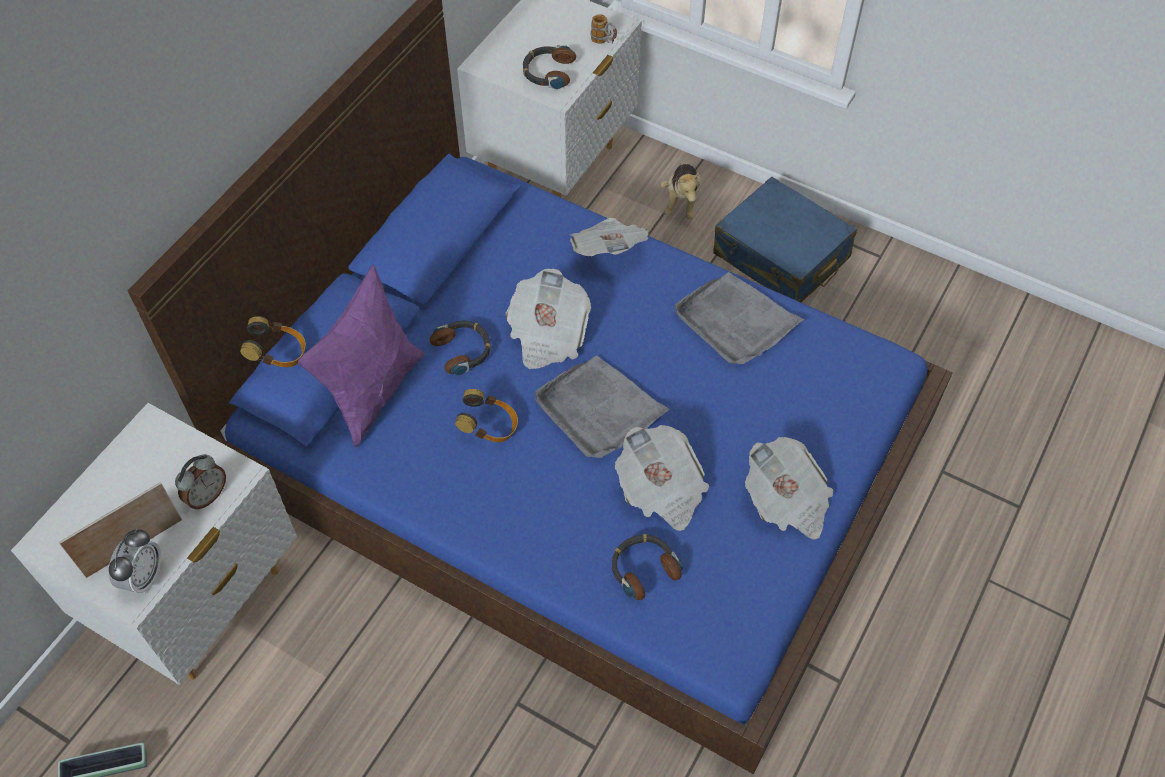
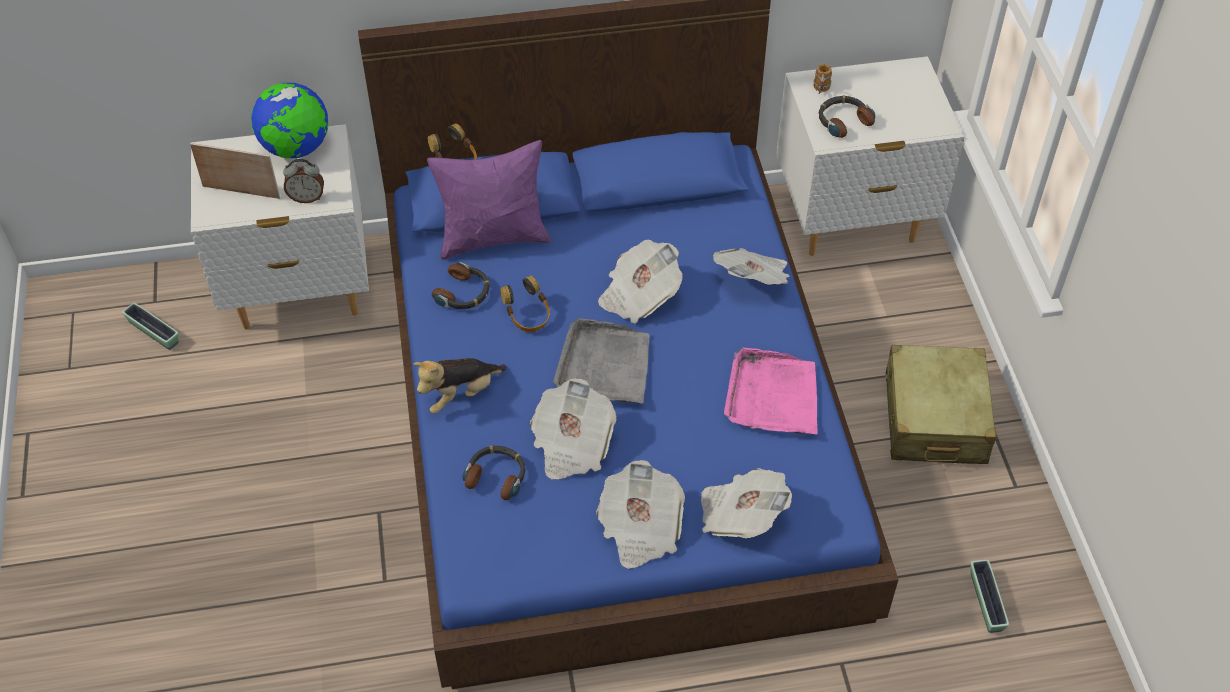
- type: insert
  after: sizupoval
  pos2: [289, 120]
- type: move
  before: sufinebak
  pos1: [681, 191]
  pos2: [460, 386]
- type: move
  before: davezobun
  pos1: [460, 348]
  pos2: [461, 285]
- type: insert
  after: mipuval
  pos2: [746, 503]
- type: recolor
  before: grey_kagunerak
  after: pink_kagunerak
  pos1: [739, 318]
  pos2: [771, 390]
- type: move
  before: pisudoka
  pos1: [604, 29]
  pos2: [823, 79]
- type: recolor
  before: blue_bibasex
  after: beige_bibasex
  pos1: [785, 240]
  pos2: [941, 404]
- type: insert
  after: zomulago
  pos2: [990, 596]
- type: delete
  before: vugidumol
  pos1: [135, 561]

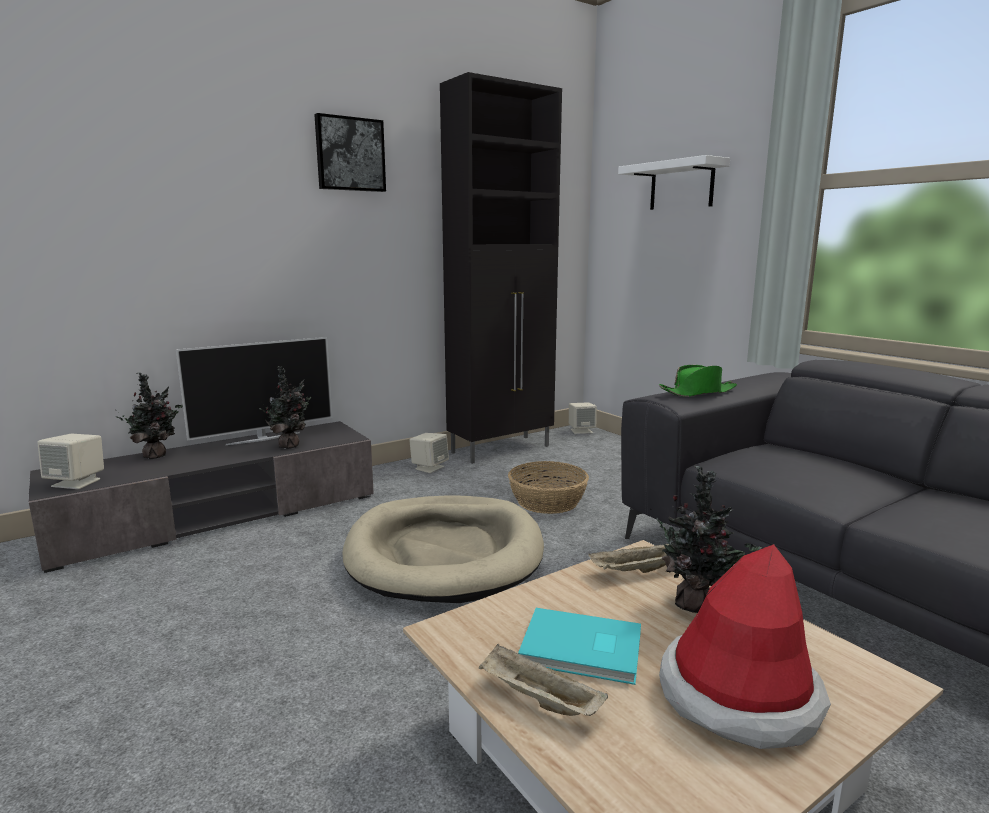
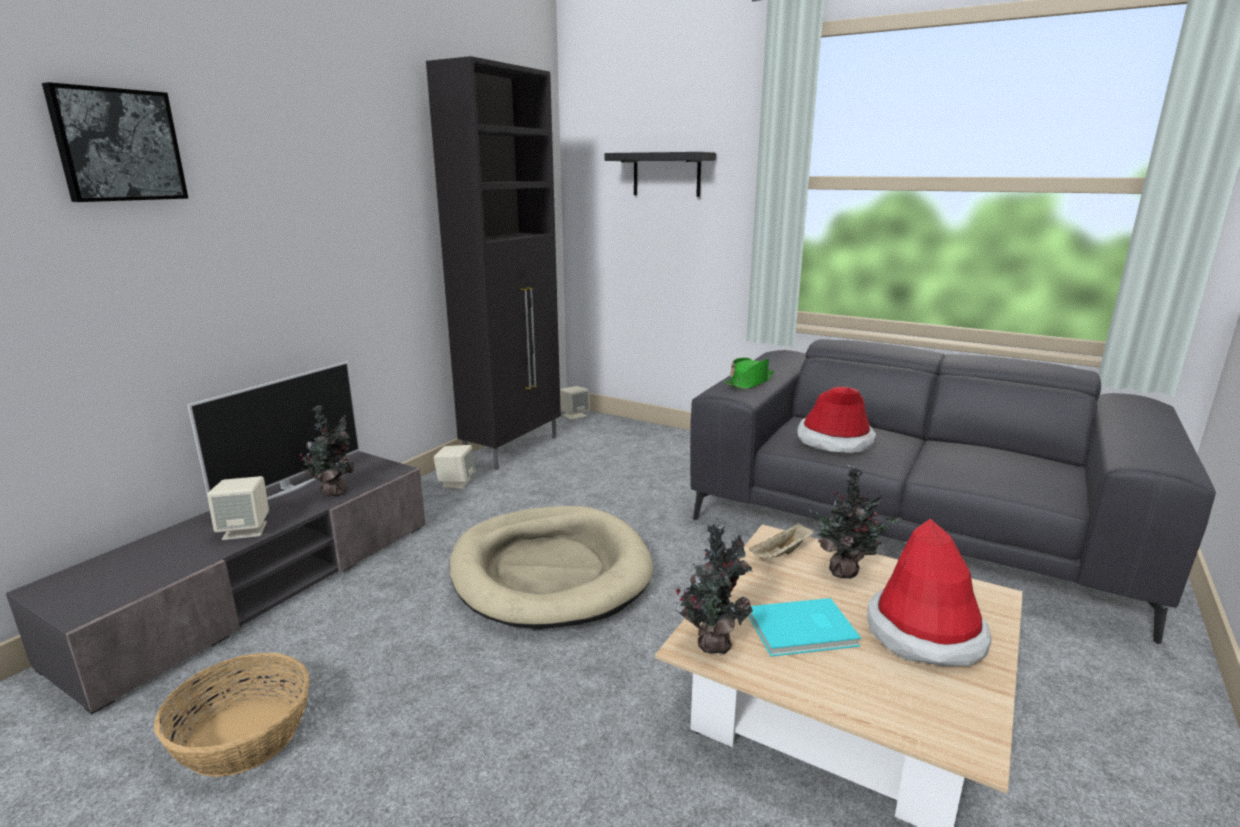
- type: move
  before: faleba
  pos1: [350, 152]
  pos2: [115, 142]
- type: move
  before: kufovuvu
  pos1: [548, 487]
  pos2: [231, 715]
- type: move
  before: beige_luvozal
  pos1: [70, 461]
  pos2: [238, 508]
- type: recolor
  before: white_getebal
  after: black_getebal
  pos1: [674, 182]
  pos2: [660, 174]
- type: move
  before: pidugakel
  pos1: [149, 416]
  pos2: [714, 588]
- type: insert
  after: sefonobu
  pos2: [836, 420]
- type: delete
  before: beige_kagunerak
  pos1: [543, 680]

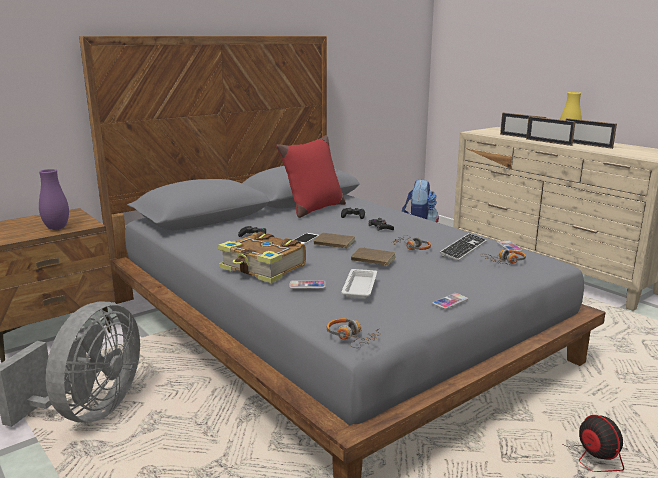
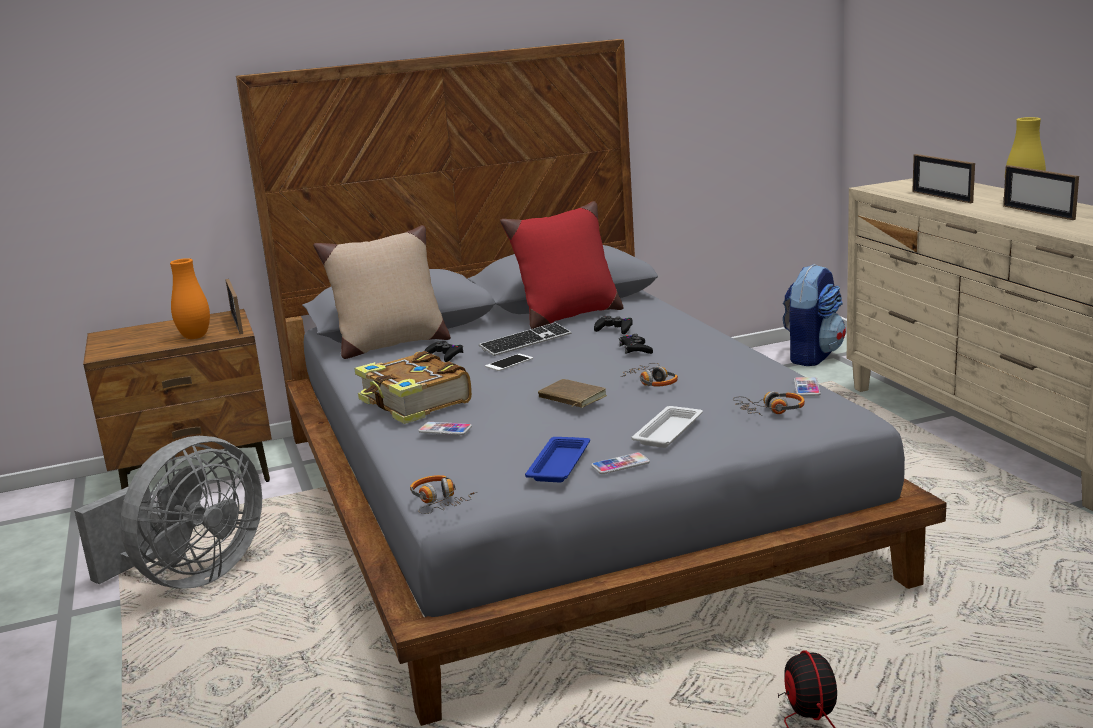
- type: recolor
  before: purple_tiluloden
  after: orange_tiluloden
  pos1: [54, 199]
  pos2: [190, 298]
- type: move
  before: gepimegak
  pos1: [551, 131]
  pos2: [234, 307]
- type: insert
  after: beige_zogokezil
  pos2: [382, 292]
- type: move
  before: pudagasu
  pos1: [463, 247]
  pos2: [525, 339]
- type: insert
  after: blue_kagunerak
  pos2: [557, 460]
- type: move
  before: white_kagunerak
  pos1: [359, 284]
  pos2: [667, 427]
- type: delete
  before: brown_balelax
  pos1: [334, 240]

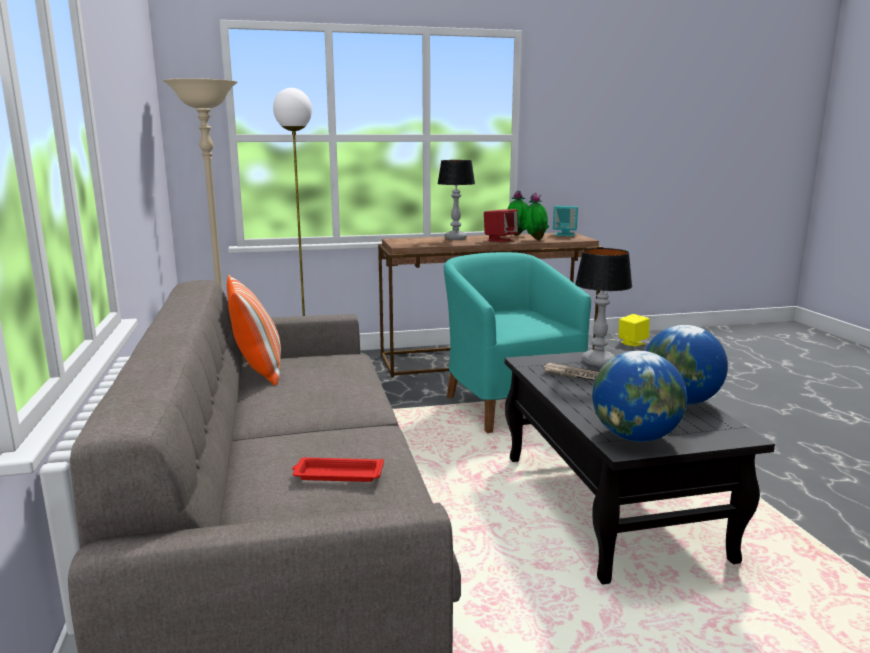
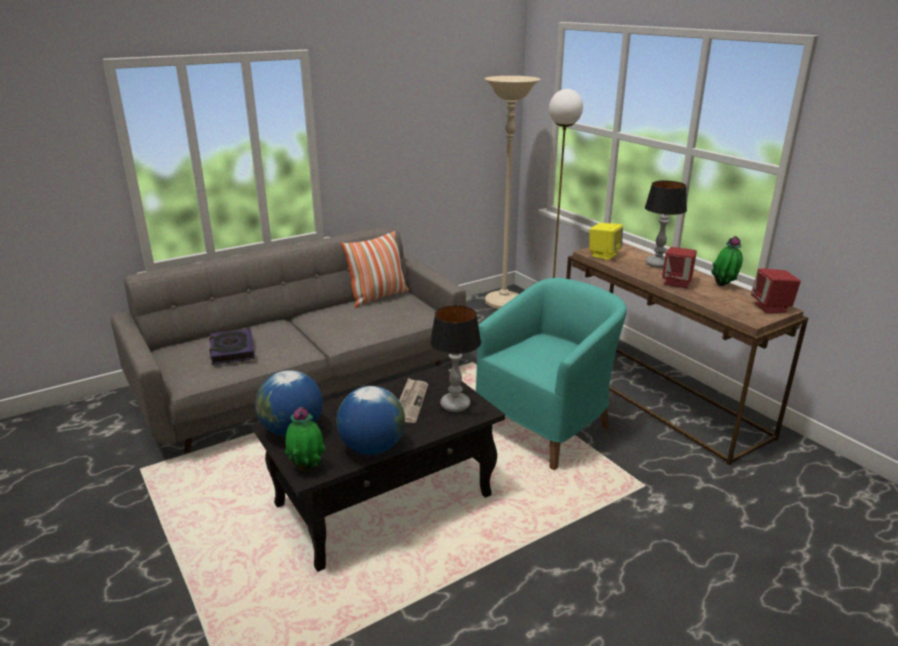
- type: replace
  before: red_kagunerak
  after: balelax
  pos1: [338, 469]
  pos2: [232, 346]
- type: move
  before: pidugakel
  pos1: [536, 216]
  pos2: [305, 439]
- type: move
  before: yellow_luvozal
  pos1: [634, 330]
  pos2: [606, 241]
- type: recolor
  before: turquoise_luvozal
  after: red_luvozal
  pos1: [565, 221]
  pos2: [776, 290]

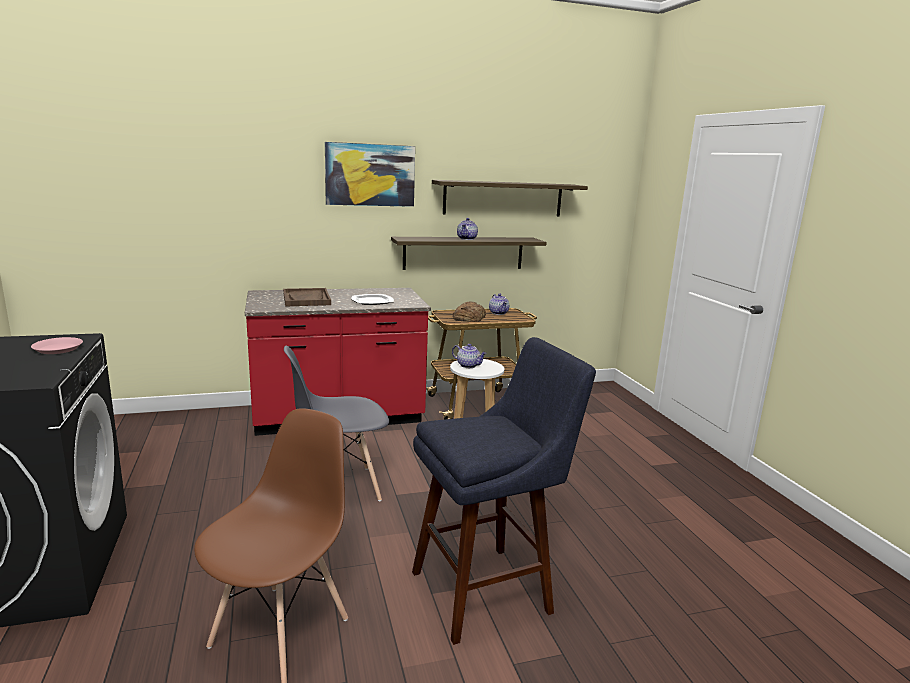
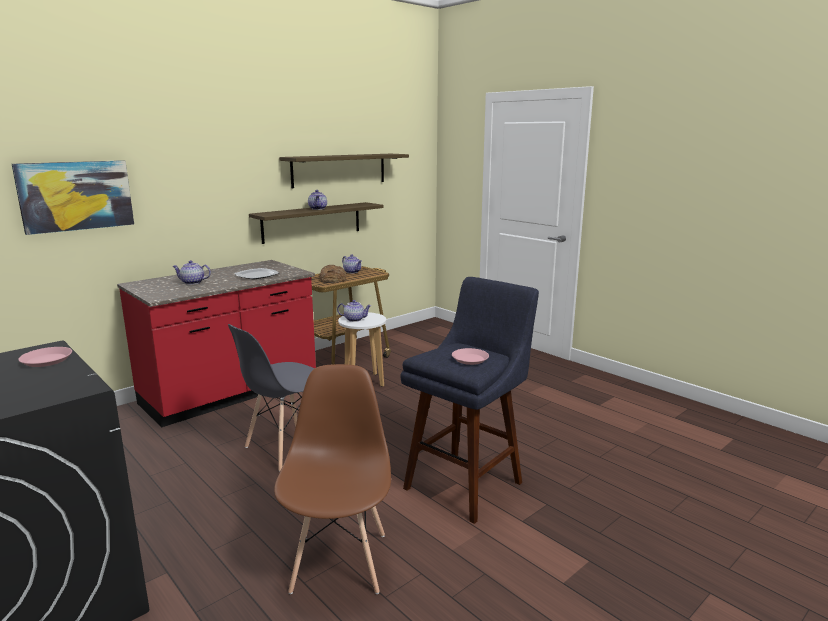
- type: move
  before: faleba
  pos1: [370, 174]
  pos2: [73, 197]
- type: replace
  before: brown_kagunerak
  after: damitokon
  pos1: [307, 297]
  pos2: [191, 272]
- type: insert
  after: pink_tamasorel
  pos2: [470, 356]

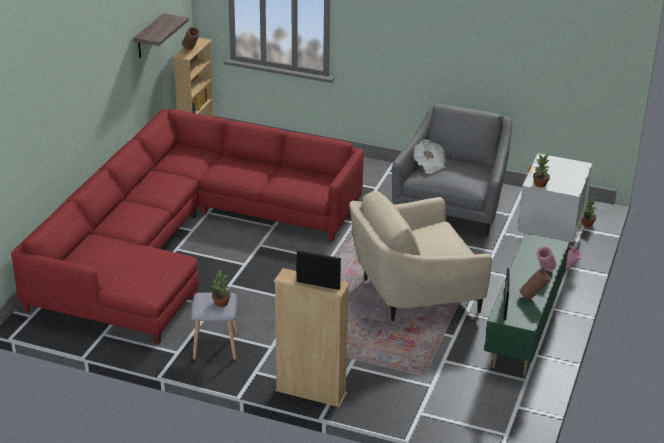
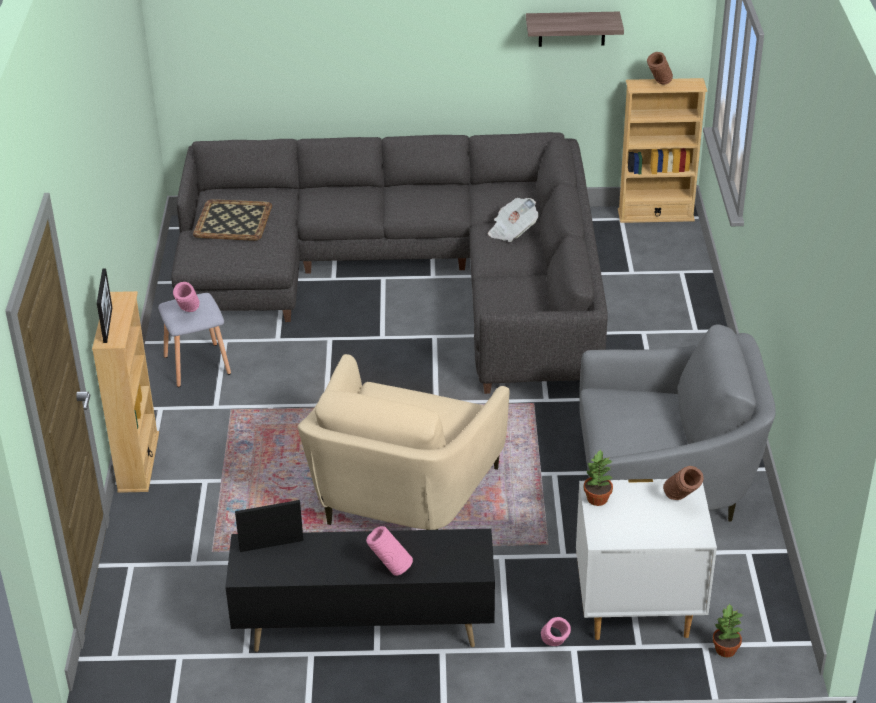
- type: recolor
  before: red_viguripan
  after: grey_viguripan
  pos1: [187, 227]
  pos2: [389, 263]
- type: replace
  before: pidugakel
  after: pink_tiluloden
  pos1: [221, 288]
  pos2: [186, 297]
- type: insert
  after: kagunerak
  pos2: [232, 220]
- type: recolor
  before: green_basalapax
  after: black_basalapax
  pos1: [526, 304]
  pos2: [360, 590]
- type: rotate
  before: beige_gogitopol
  pos1: [420, 256]
  pos2: [403, 442]
  turn: -120
- type: move
  before: mipuval
  pos1: [430, 157]
  pos2: [513, 220]
- type: move
  before: brown_tiluloden
  pos1: [535, 284]
  pos2: [683, 483]

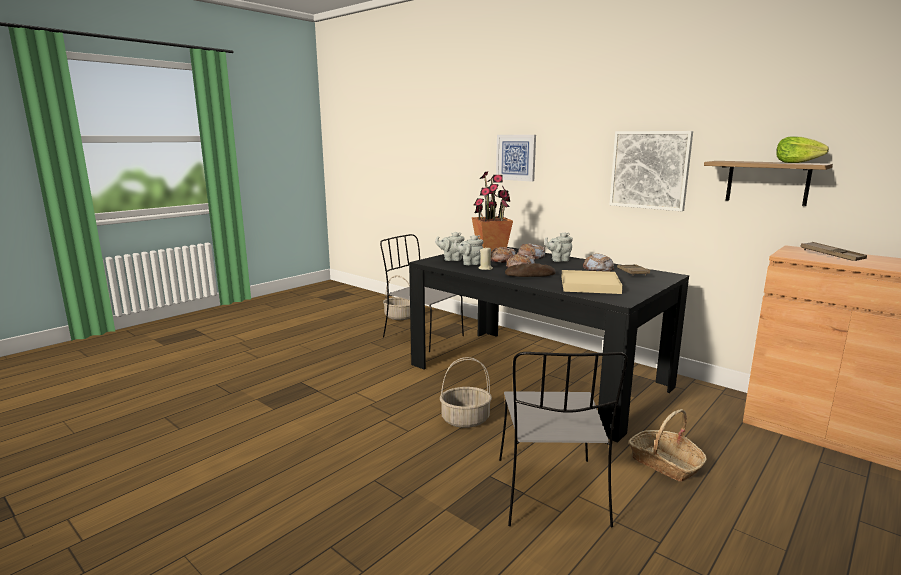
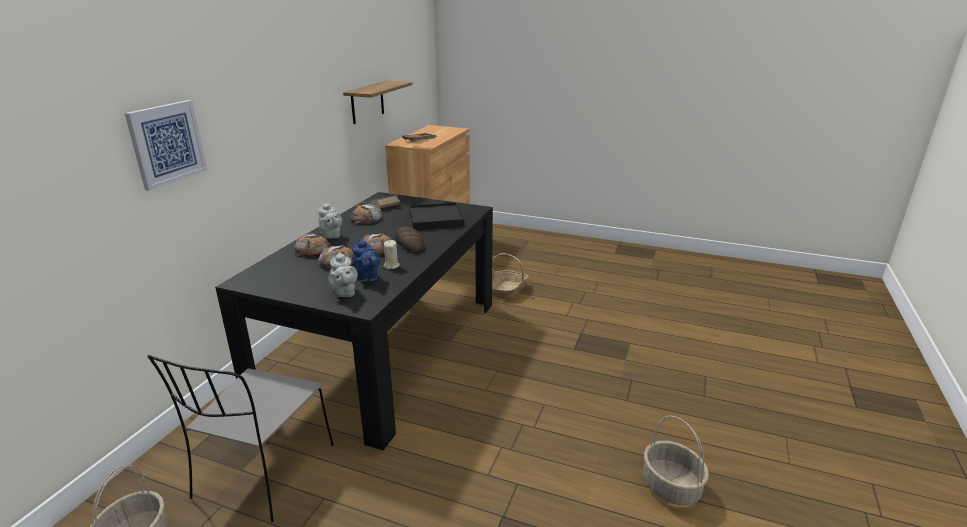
- type: recolor
  before: grey_damitokon
  after: blue_damitokon
  pos1: [468, 250]
  pos2: [366, 260]
- type: recolor
  before: beige_kagunerak
  after: black_kagunerak
  pos1: [592, 282]
  pos2: [436, 216]
- type: move
  before: kufovuvu
  pos1: [466, 392]
  pos2: [676, 460]
- type: delete
  before: pidugakel
  pos1: [492, 212]
- type: delete
  before: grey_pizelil
  pos1: [563, 439]
- type: delete
  before: faleba
  pos1: [651, 171]
- type: delete
  before: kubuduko
  pos1: [802, 149]

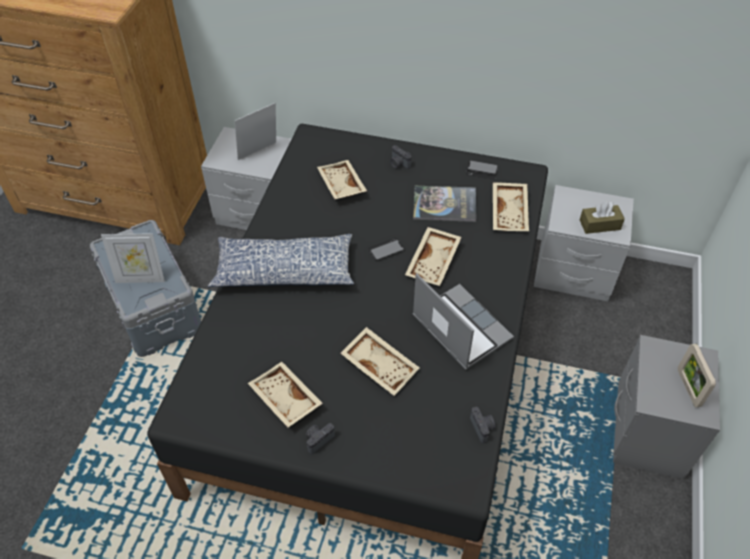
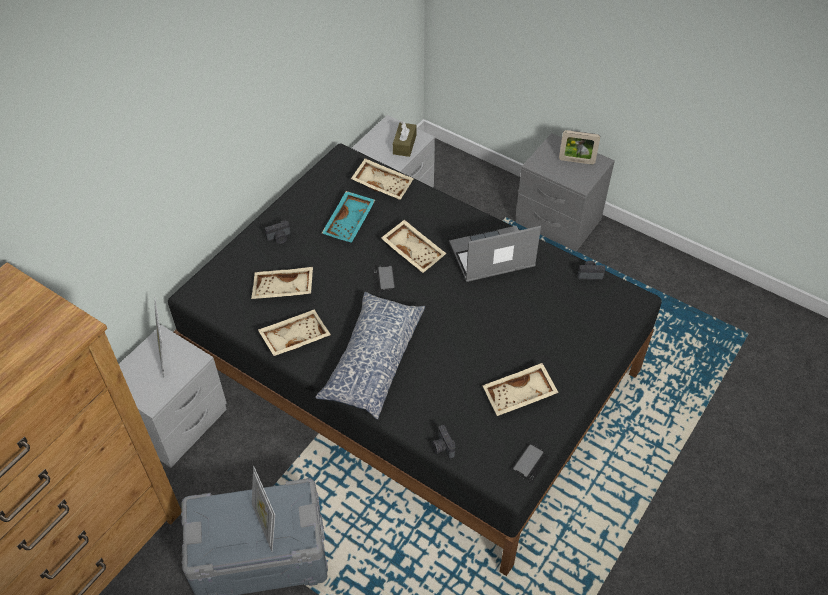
- type: rotate
  before: gepimegak
  pos1: [133, 258]
  pos2: [263, 509]
  turn: 135
- type: move
  before: beige_kagunerak
  pos1: [380, 361]
  pos2: [294, 332]
- type: replace
  before: balelax
  after: turquoise_kagunerak
  pos1: [445, 204]
  pos2: [348, 217]
- type: move
  before: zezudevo
  pos1: [320, 439]
  pos2: [443, 442]
- type: move
  before: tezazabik
  pos1: [482, 170]
  pos2: [530, 463]

